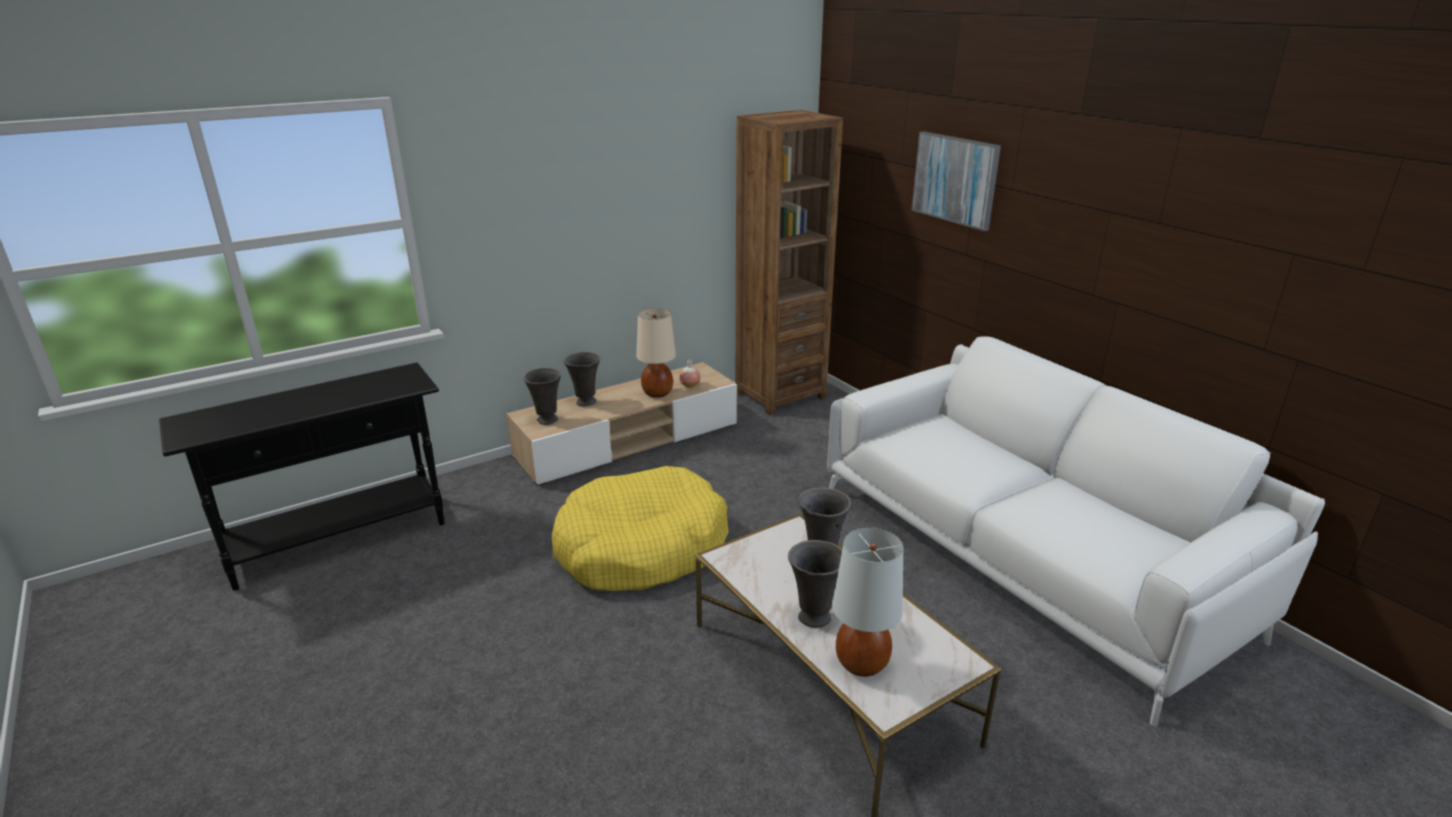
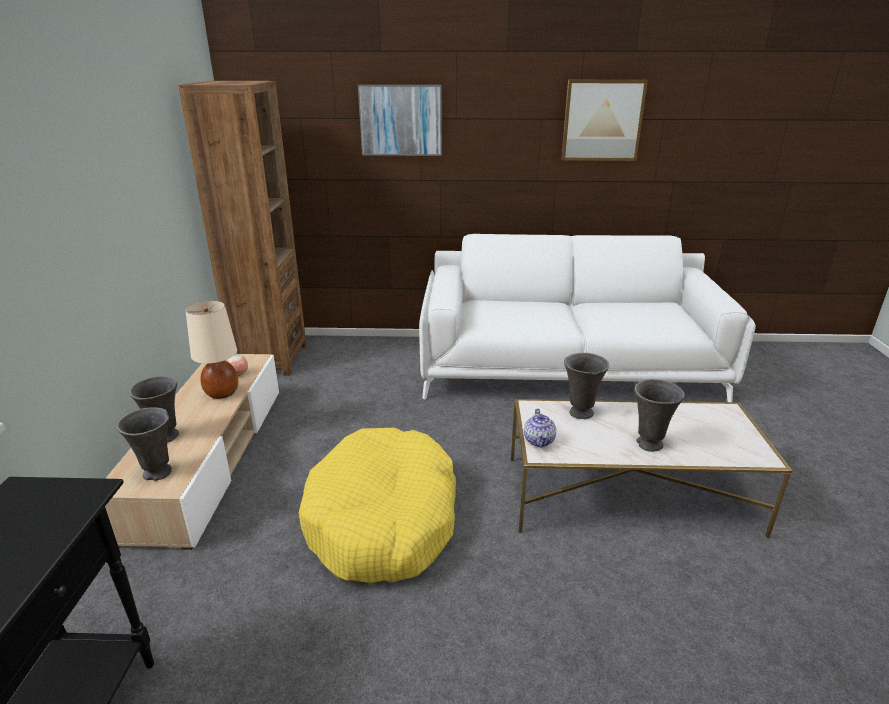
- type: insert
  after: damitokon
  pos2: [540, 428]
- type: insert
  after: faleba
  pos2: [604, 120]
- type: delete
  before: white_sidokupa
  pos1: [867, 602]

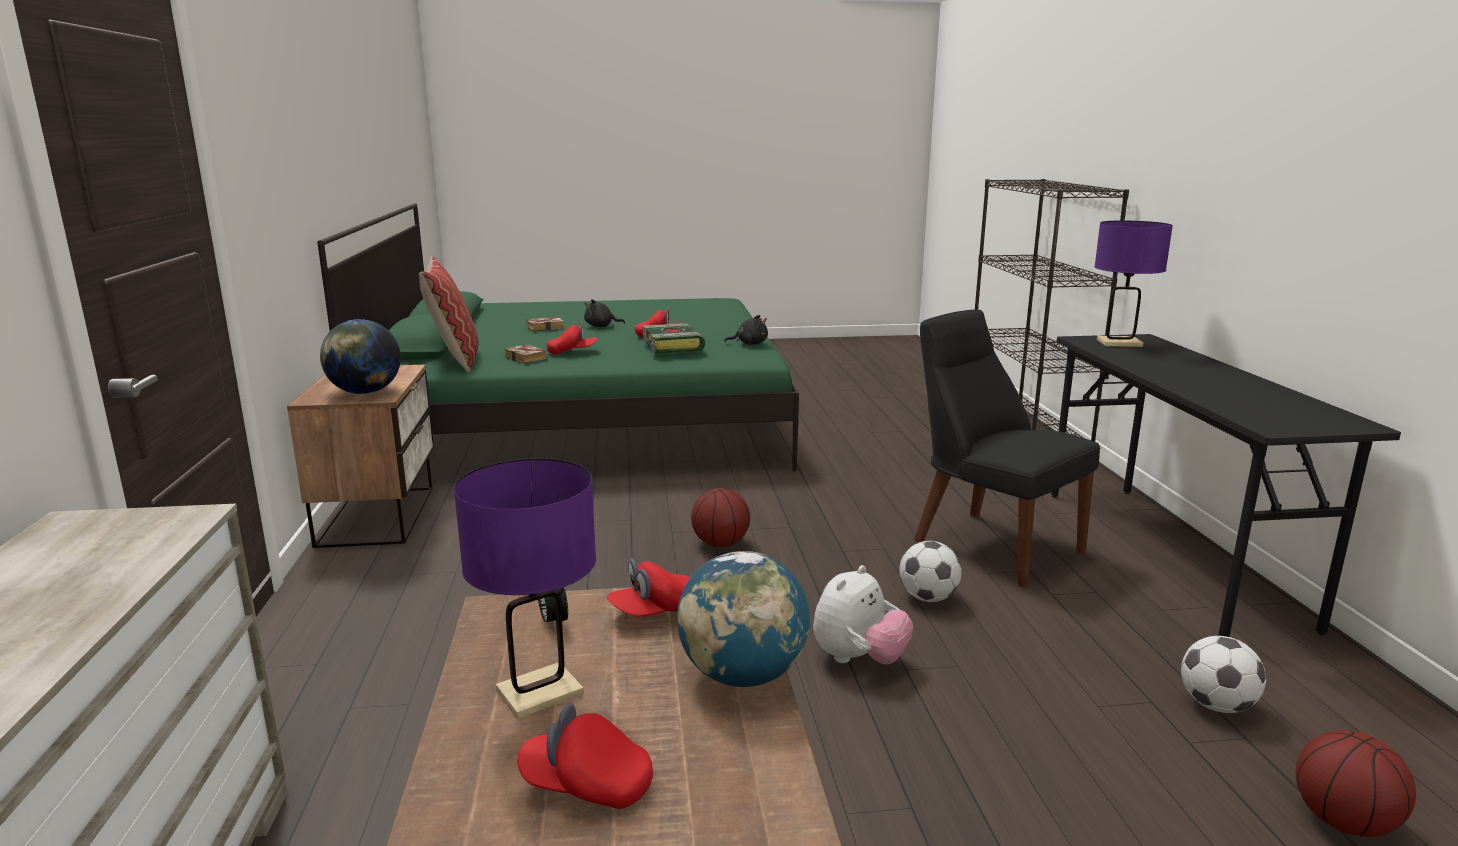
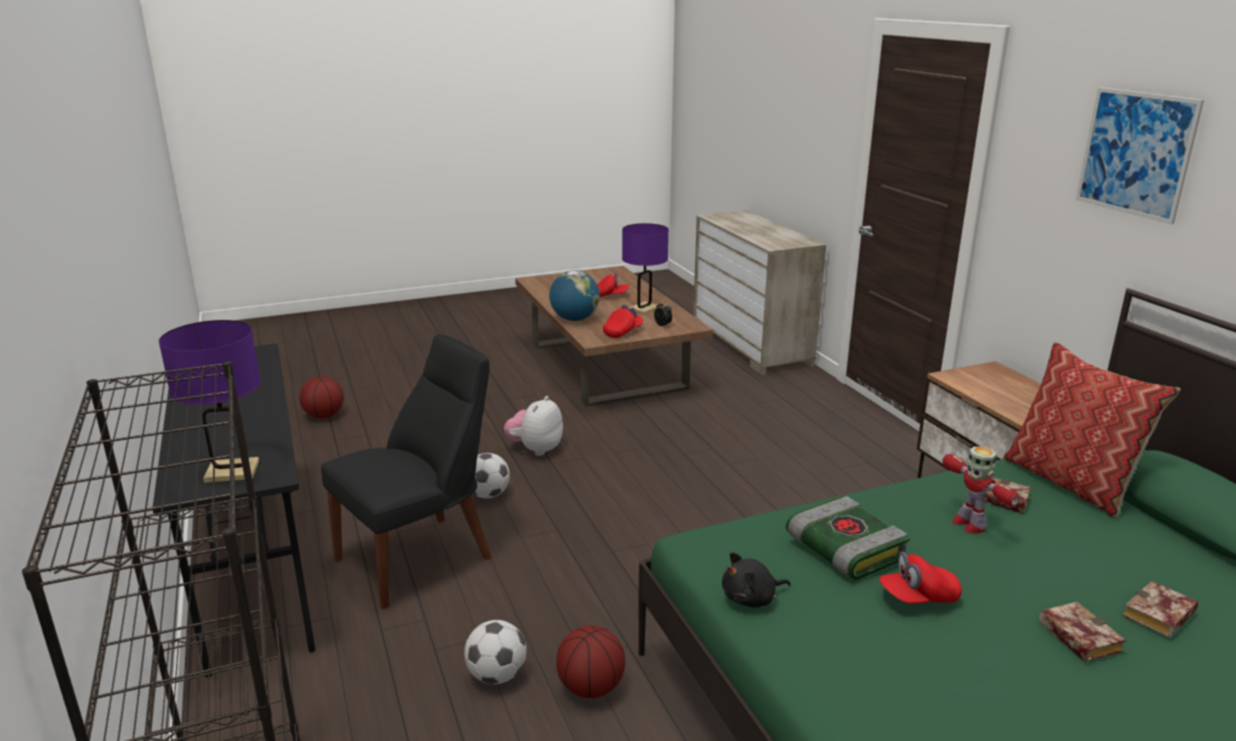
- type: rotate
  before: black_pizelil
  pos1: [1007, 449]
  pos2: [406, 472]
  turn: -75
- type: move
  before: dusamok
  pos1: [1223, 674]
  pos2: [495, 652]
- type: move
  before: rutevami
  pos1: [720, 517]
  pos2: [590, 662]
- type: replace
  before: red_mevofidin
  after: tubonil
  pos1: [572, 338]
  pos2: [980, 490]
- type: replace
  before: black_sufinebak
  after: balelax
  pos1: [604, 313]
  pos2: [1082, 632]
- type: insert
  after: faleba
  pos2: [1140, 155]
- type: delete
  before: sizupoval
  pos1: [360, 356]

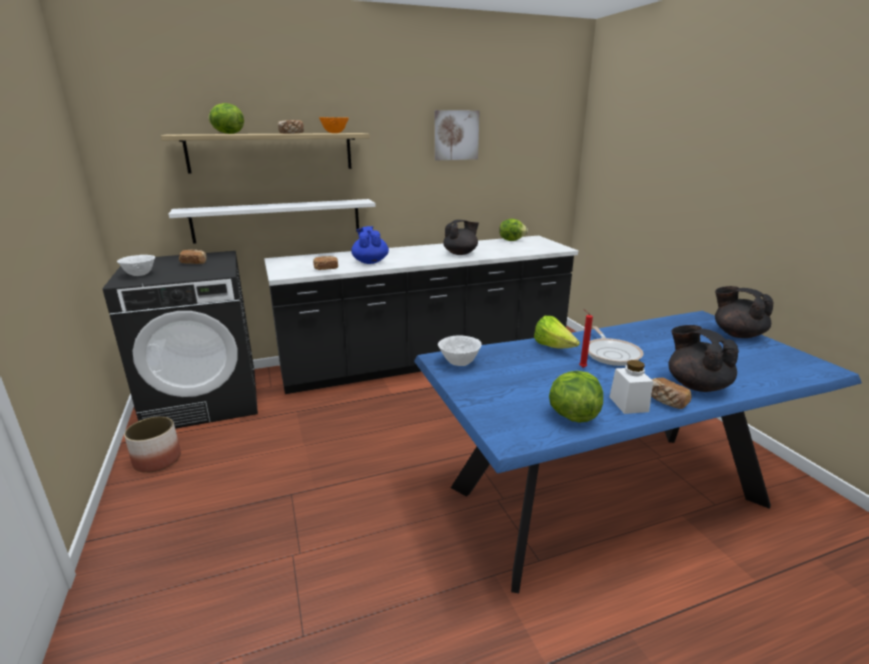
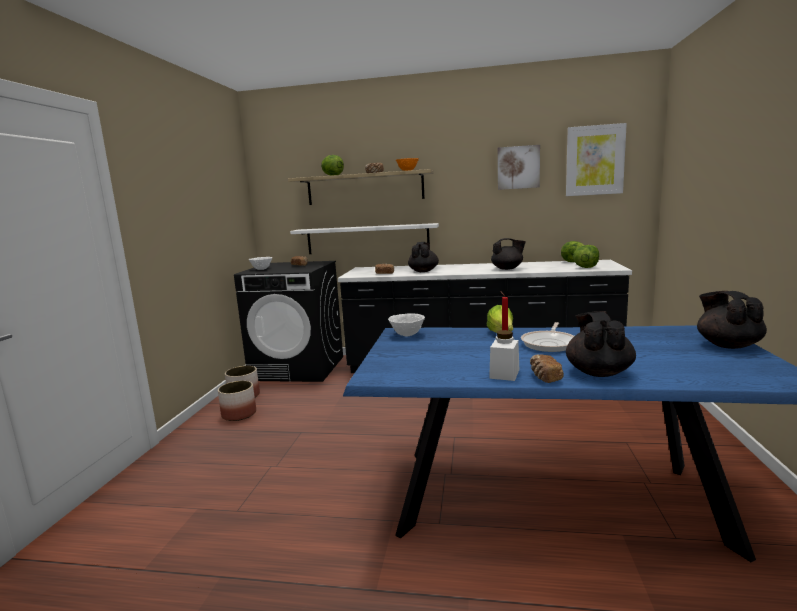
- type: insert
  after: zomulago
  pos2: [237, 401]
- type: recolor
  before: blue_damitokon
  after: black_damitokon
  pos1: [370, 245]
  pos2: [423, 257]
- type: insert
  after: faleba
  pos2: [596, 159]
- type: move
  before: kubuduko
  pos1: [576, 397]
  pos2: [586, 256]

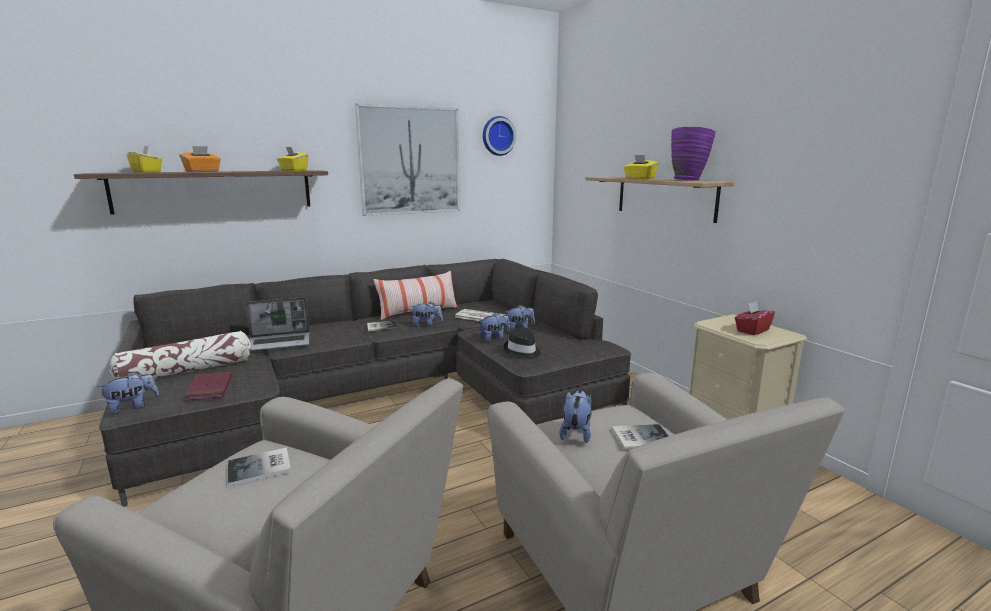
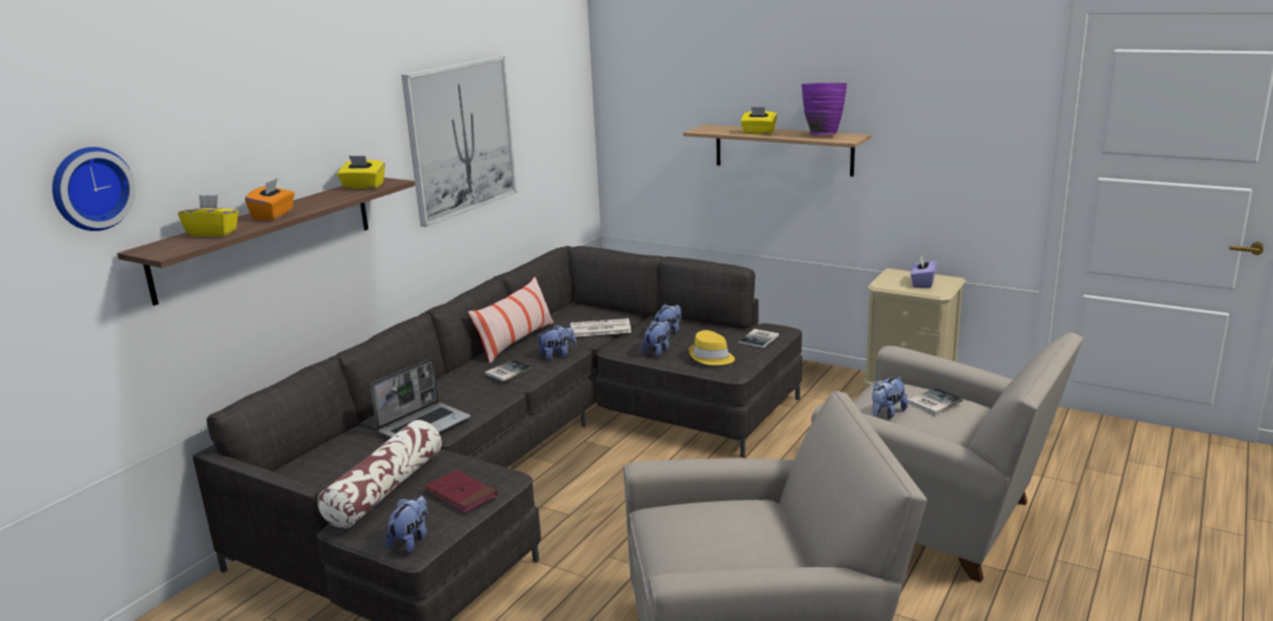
- type: move
  before: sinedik
  pos1: [499, 136]
  pos2: [94, 189]
- type: recolor
  before: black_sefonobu
  after: yellow_sefonobu
  pos1: [522, 343]
  pos2: [712, 347]
- type: move
  before: balelax
  pos1: [259, 467]
  pos2: [758, 338]
- type: rotate
  before: sufinebak
  pos1: [575, 416]
  pos2: [890, 398]
  turn: -120
- type: recolor
  before: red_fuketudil
  after: purple_fuketudil
  pos1: [755, 318]
  pos2: [924, 271]

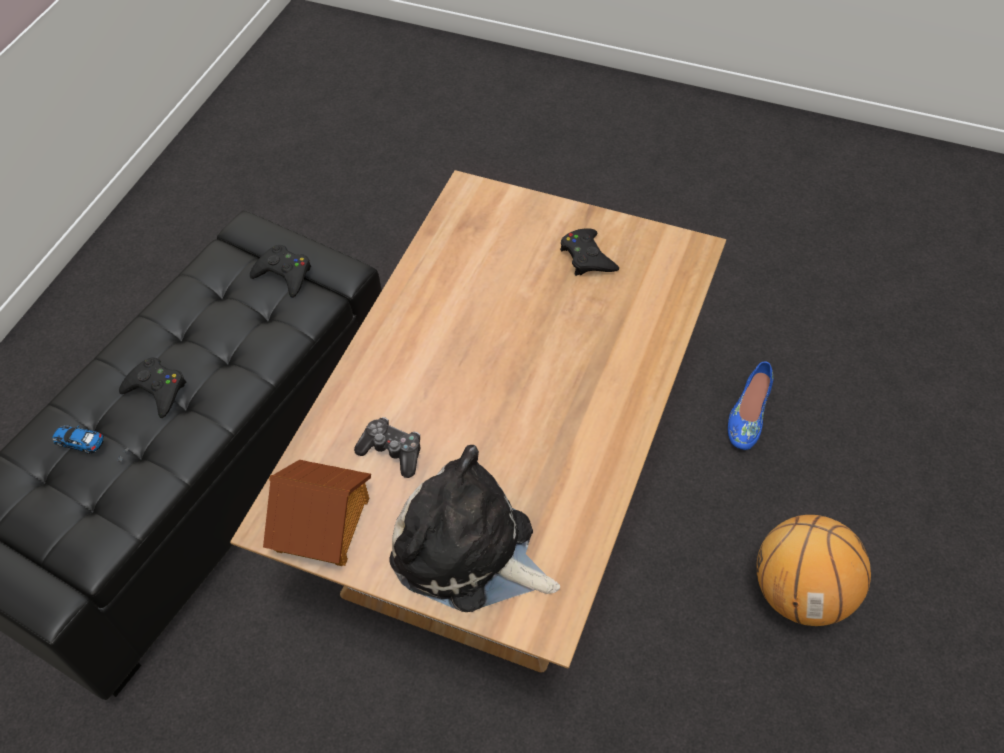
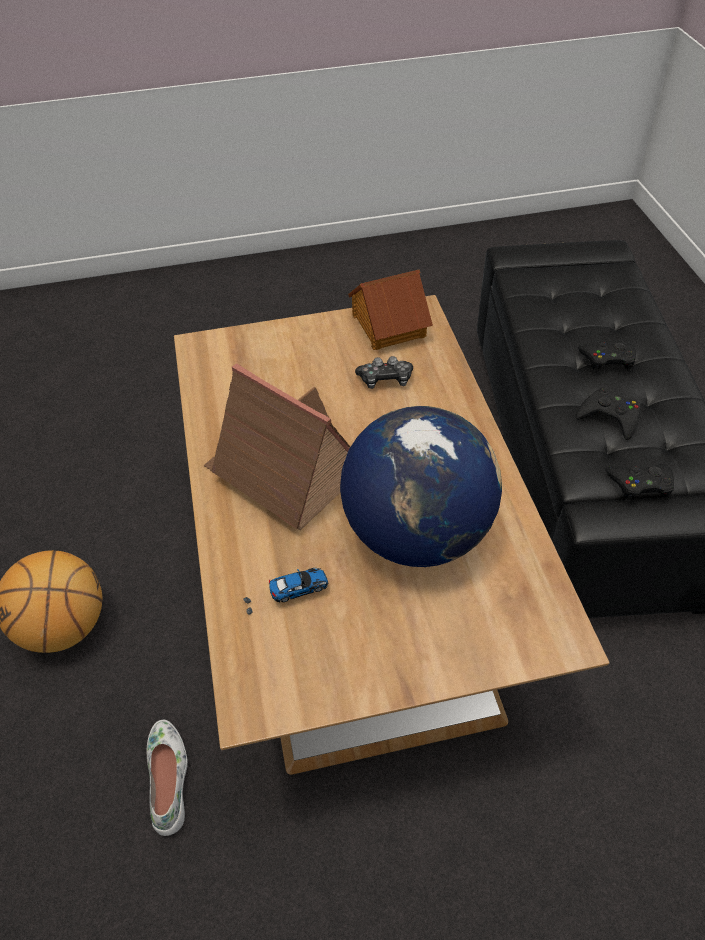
- type: recolor
  before: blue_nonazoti
  after: white_nonazoti
  pos1: [750, 405]
  pos2: [167, 777]
- type: insert
  after: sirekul
  pos2: [277, 446]
- type: move
  before: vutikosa
  pos1: [90, 443]
  pos2: [285, 591]
- type: insert
  after: sizupoval
  pos2: [421, 486]
- type: move
  before: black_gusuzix
  pos1: [589, 252]
  pos2: [608, 413]
- type: delete
  before: sufinebak
  pos1: [474, 528]

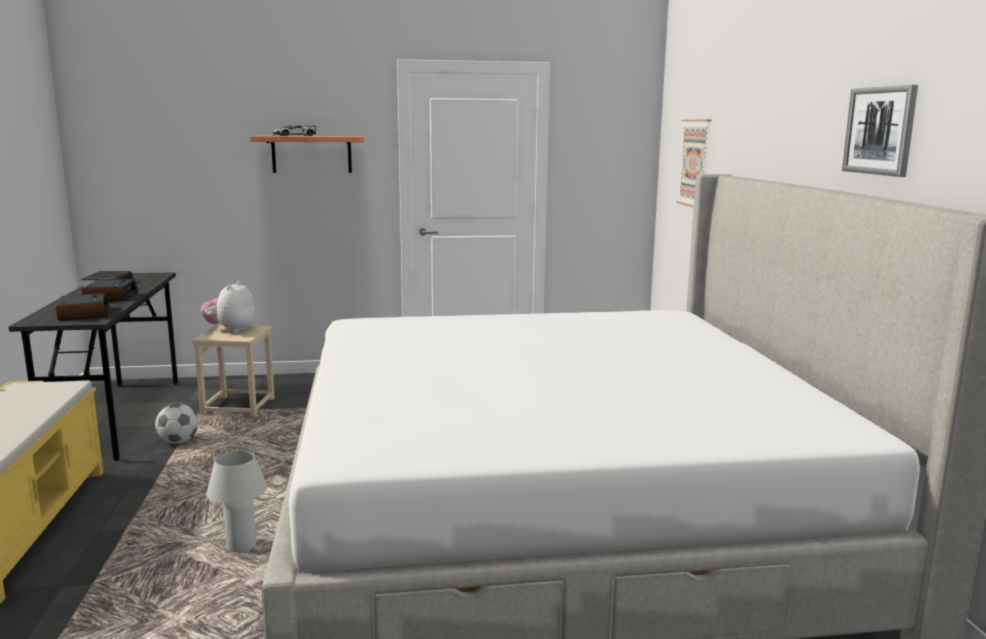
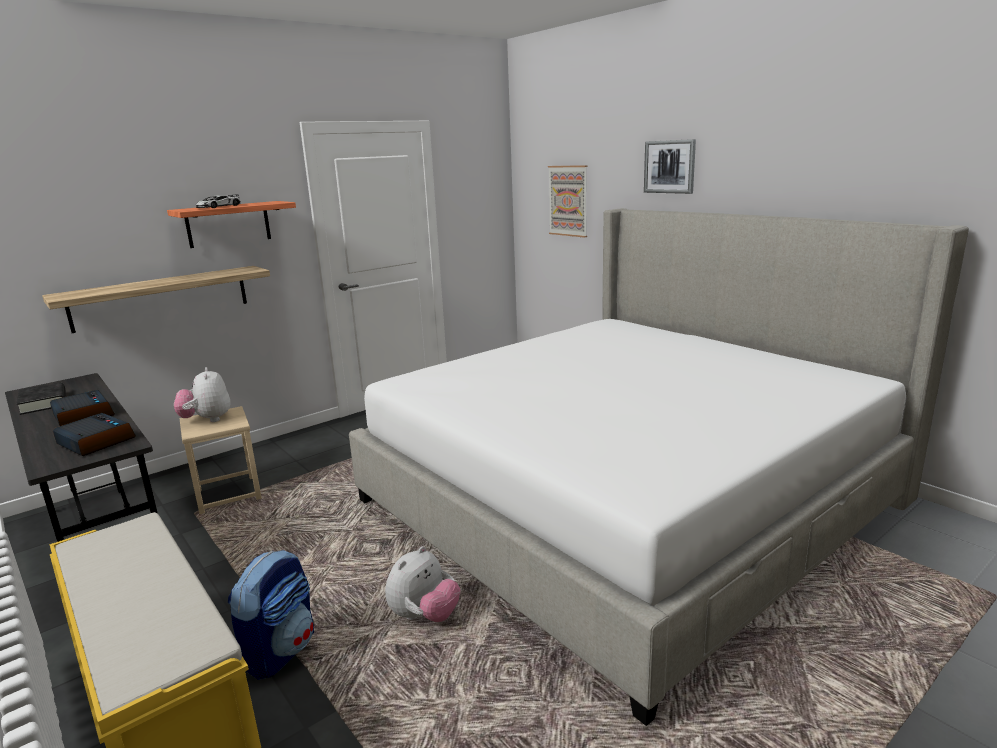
- type: insert
  after: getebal
  pos2: [156, 299]
- type: insert
  after: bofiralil
  pos2: [271, 615]
- type: replace
  before: white_sidokupa
  after: sufinebak
  pos1: [237, 501]
  pos2: [422, 584]
- type: move
  before: faleba
  pos1: [880, 131]
  pos2: [670, 166]
- type: delete
  before: dusamok
  pos1: [176, 423]

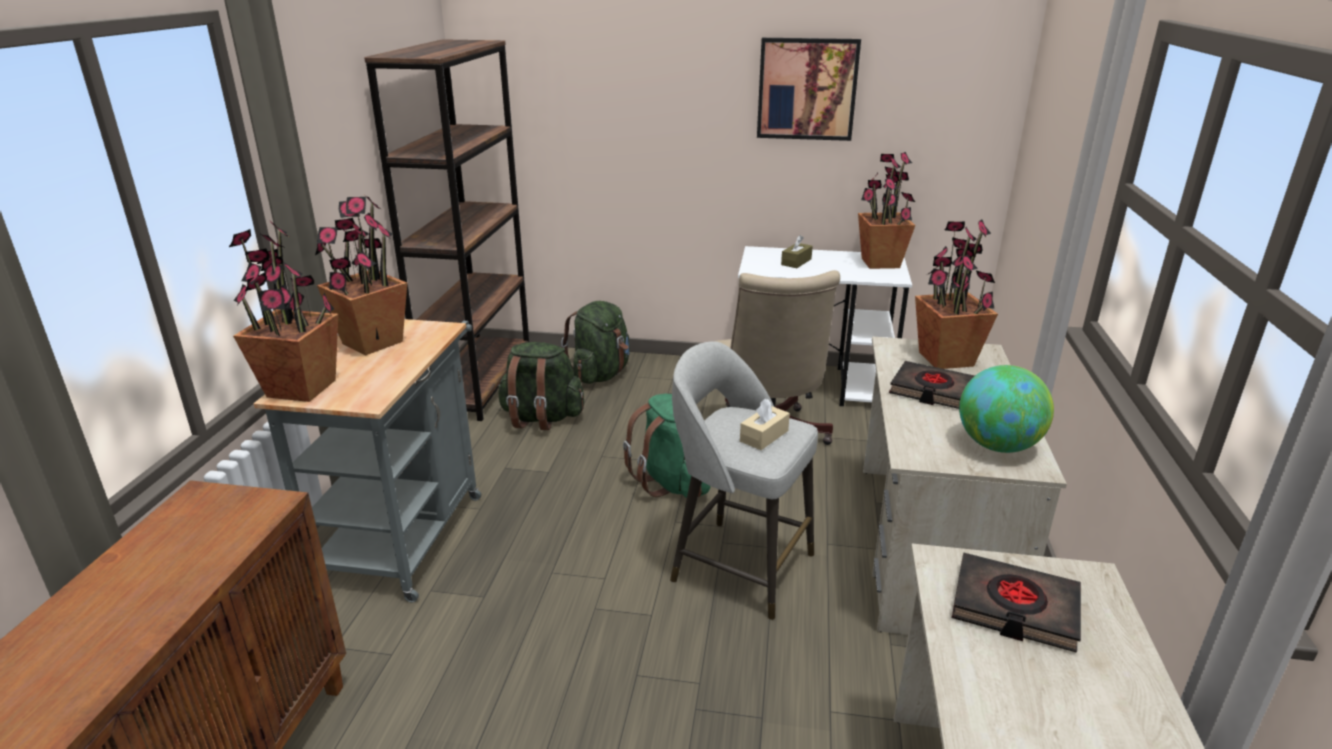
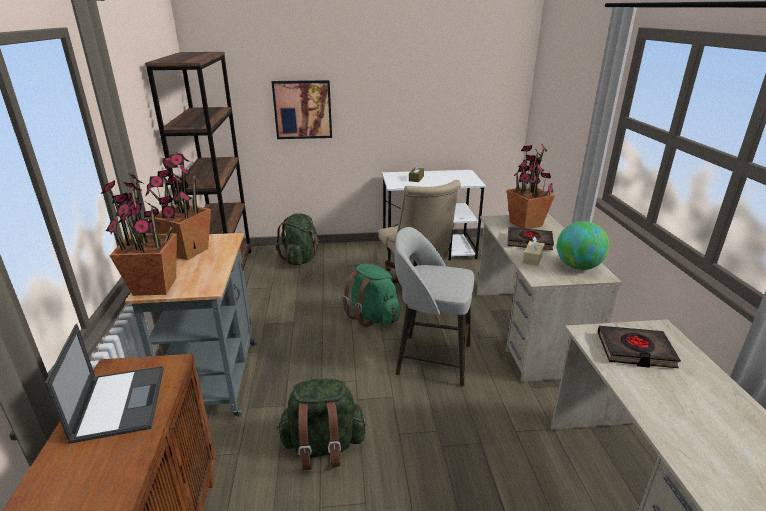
- type: insert
  after: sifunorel
  pos2: [104, 384]
- type: move
  before: faleba
  pos1: [809, 89]
  pos2: [302, 109]
- type: move
  before: green_bofiralil
  pos1: [541, 386]
  pos2: [321, 424]
- type: move
  before: beige_fuketudil
  pos1: [765, 424]
  pos2: [533, 251]
- type: delete
  before: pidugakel
  pos1: [886, 210]

